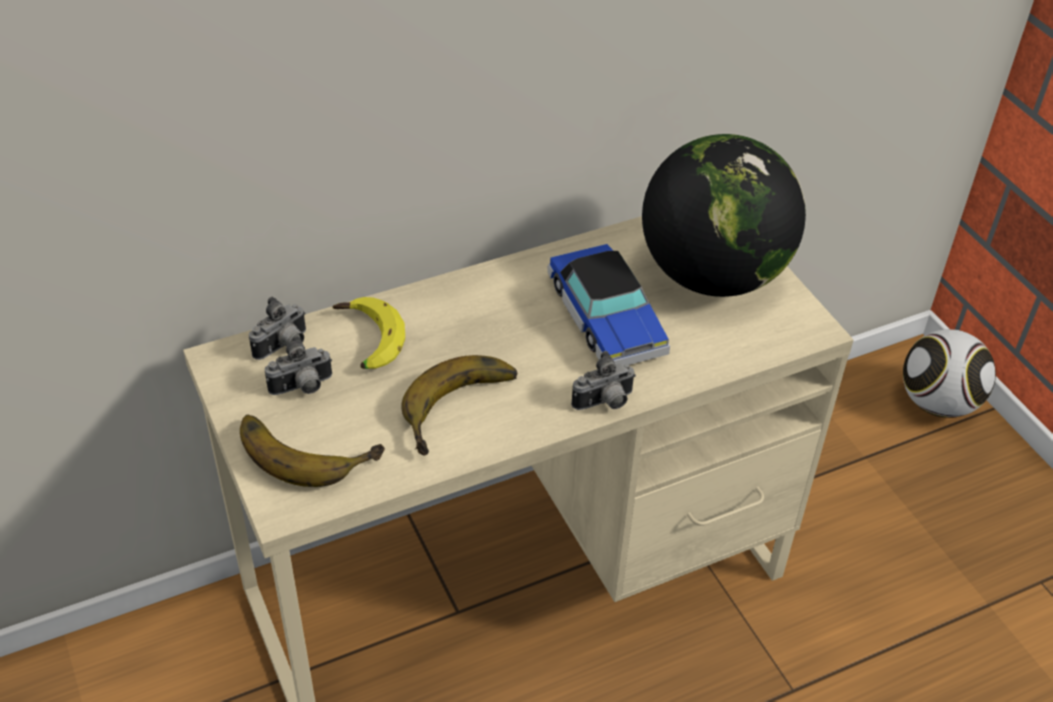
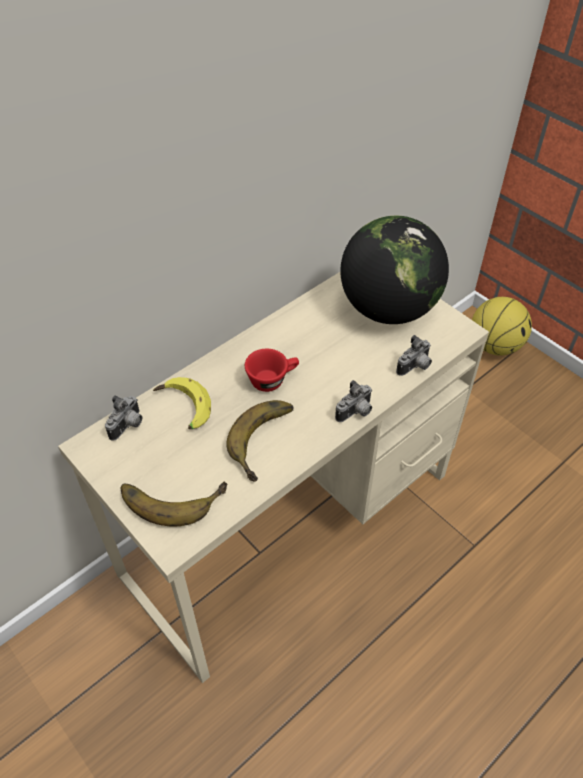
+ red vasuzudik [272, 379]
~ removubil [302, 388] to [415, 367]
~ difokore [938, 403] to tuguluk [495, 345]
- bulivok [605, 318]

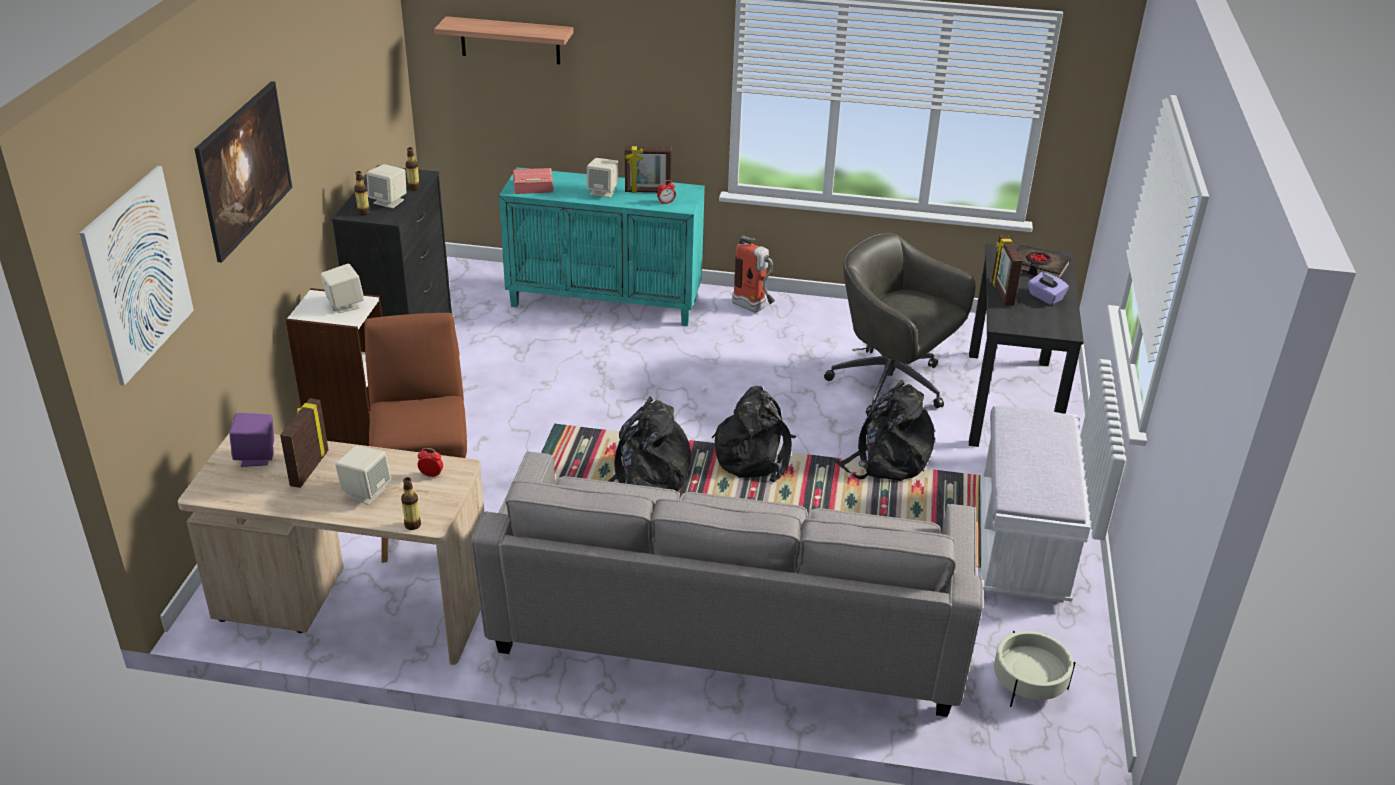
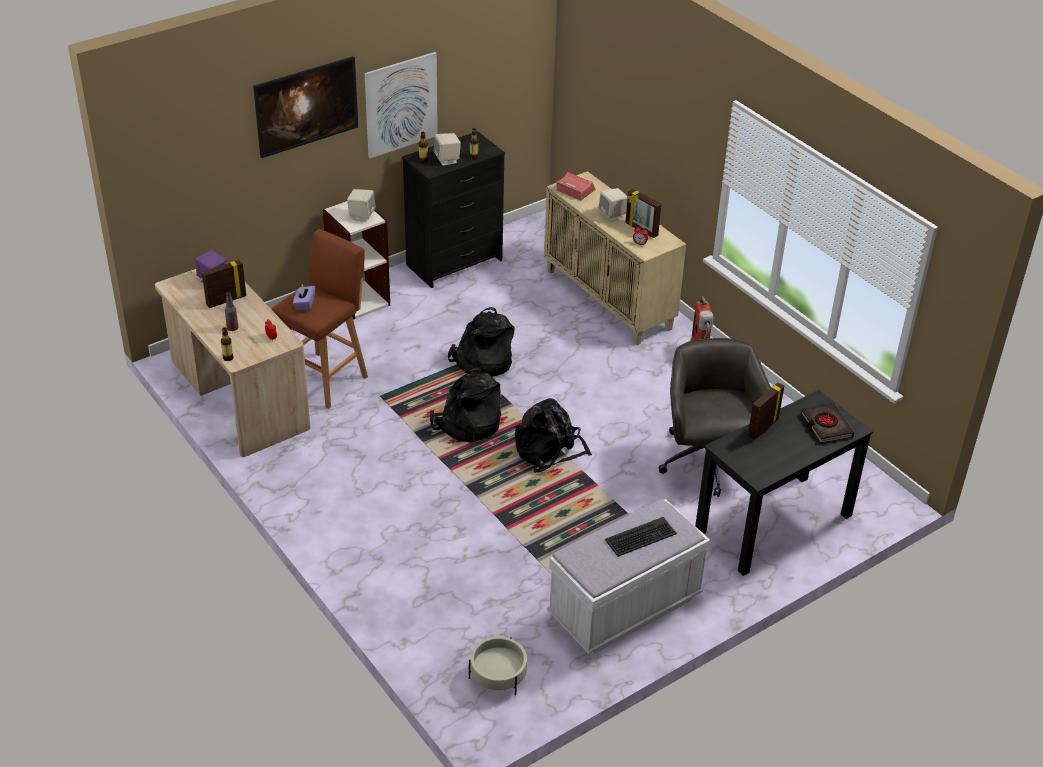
~ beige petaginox [366, 492] to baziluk [232, 328]
~ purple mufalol [1045, 297] to [304, 304]
~ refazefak [138, 274] to [401, 104]
~ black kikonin [886, 460] to [482, 362]
~ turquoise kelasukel [606, 302] to beige kelasukel [609, 300]
+ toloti [641, 537]
- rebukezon [510, 40]
- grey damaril [728, 631]

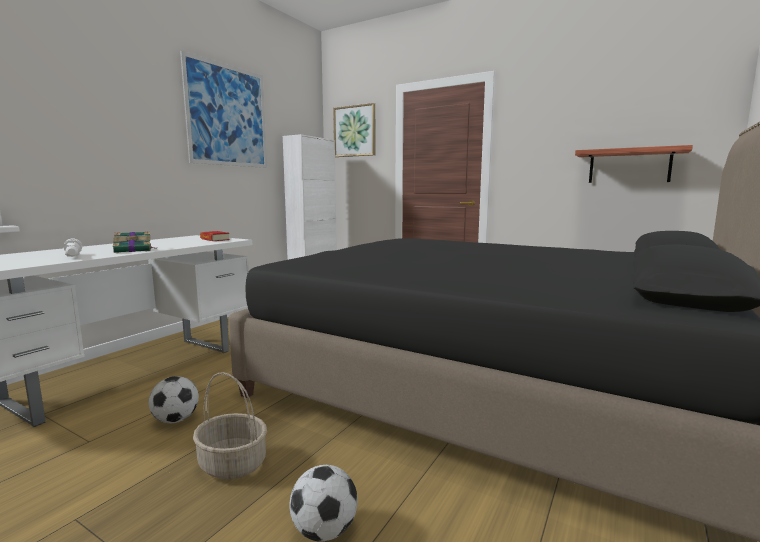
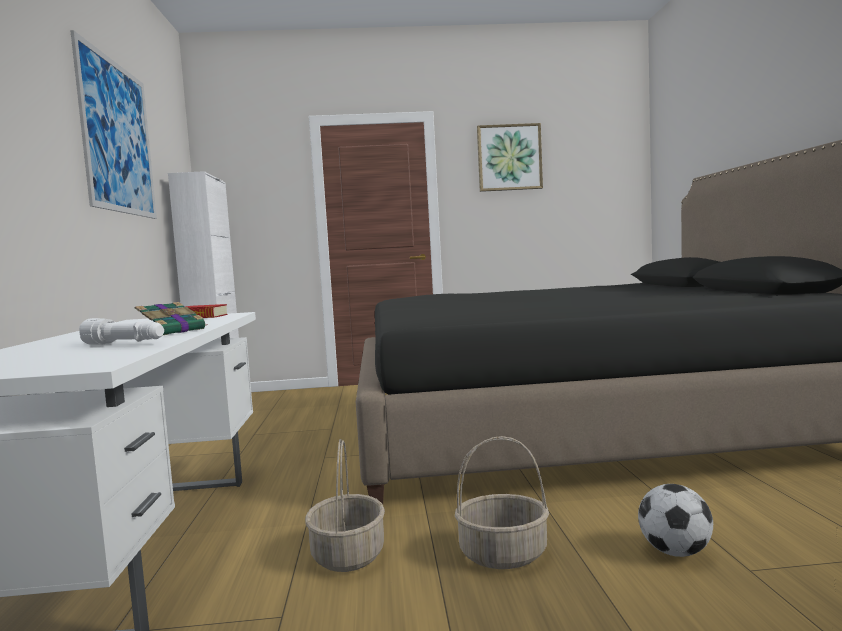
~ difokore [176, 420] to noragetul [347, 555]
~ refazefak [355, 131] to [509, 157]
- rebukezon [629, 166]

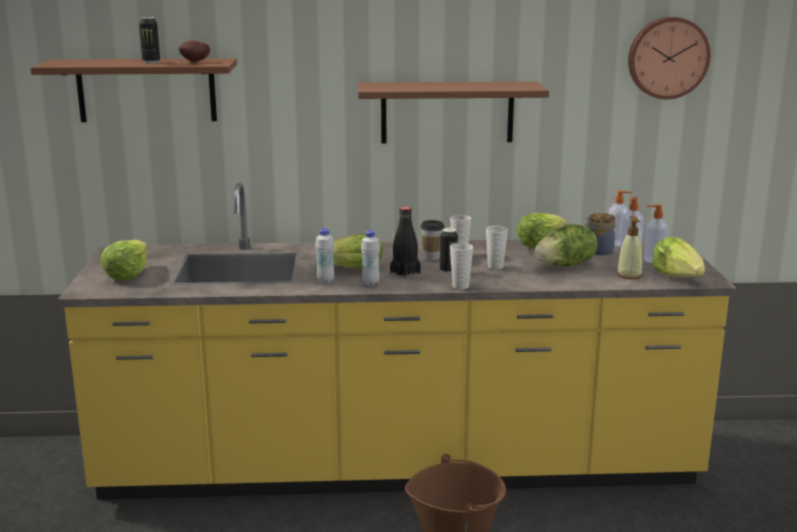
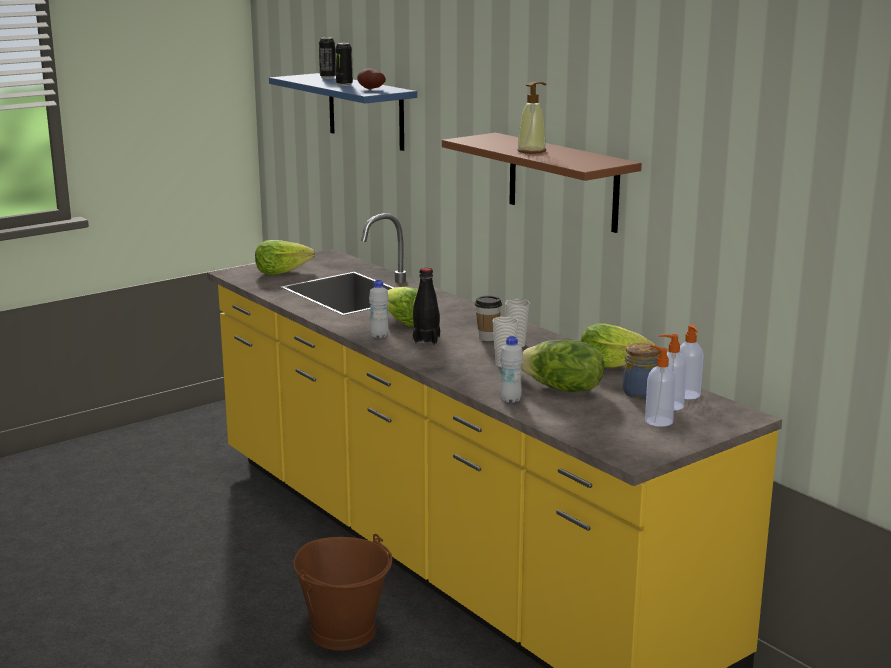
~ brown rebukezon [146, 90] to blue rebukezon [366, 111]
~ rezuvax [448, 271] to [327, 77]
~ white baziluk [325, 281] to [510, 400]
~ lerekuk [629, 275] to [532, 151]
- vasuzudik [460, 286]
- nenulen [667, 57]
- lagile [678, 277]

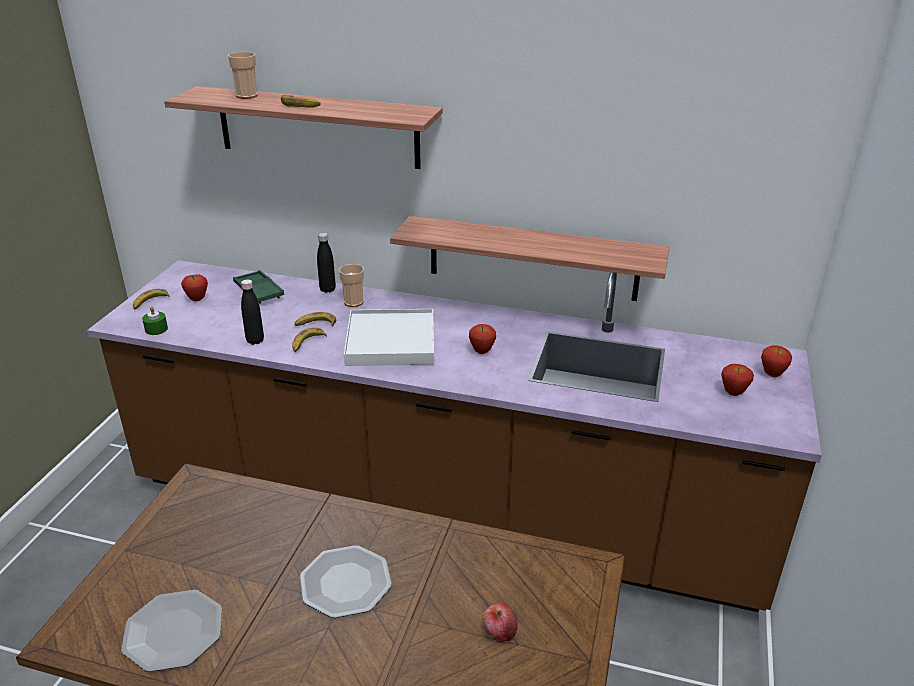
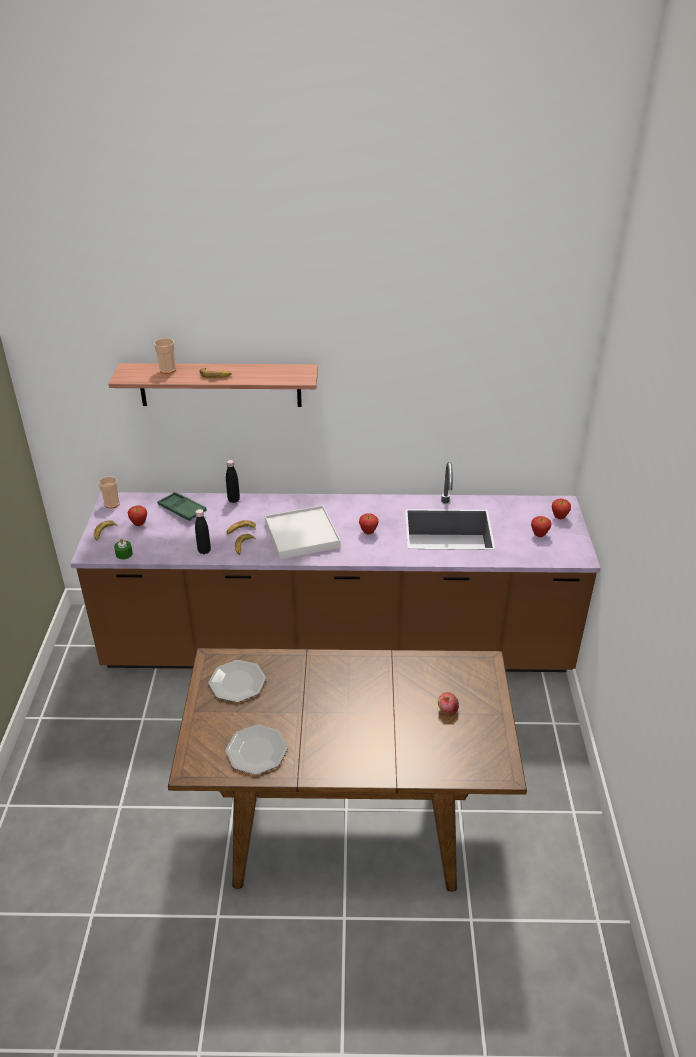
~ vasuzudik [353, 302] to [112, 504]
~ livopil [346, 583] to [237, 682]
- rebukezon [533, 258]

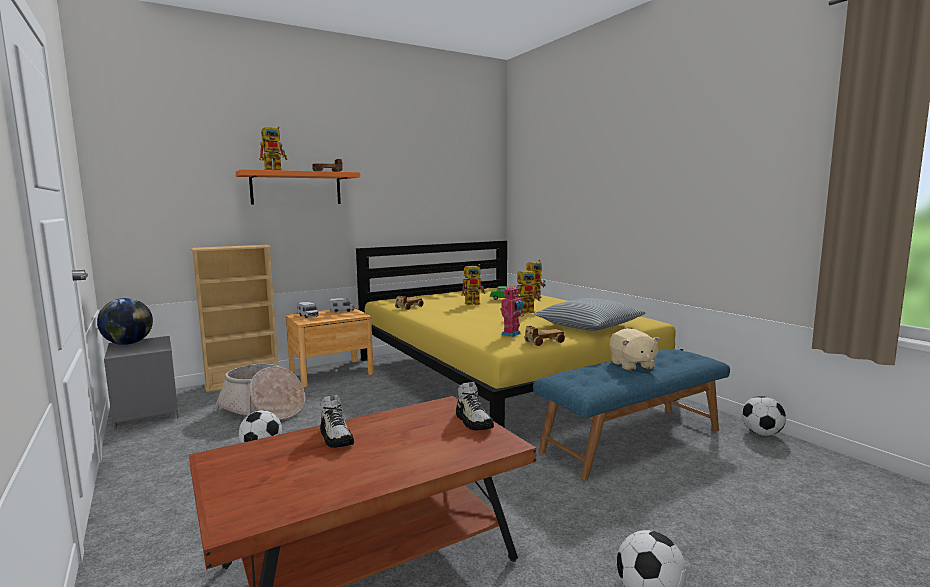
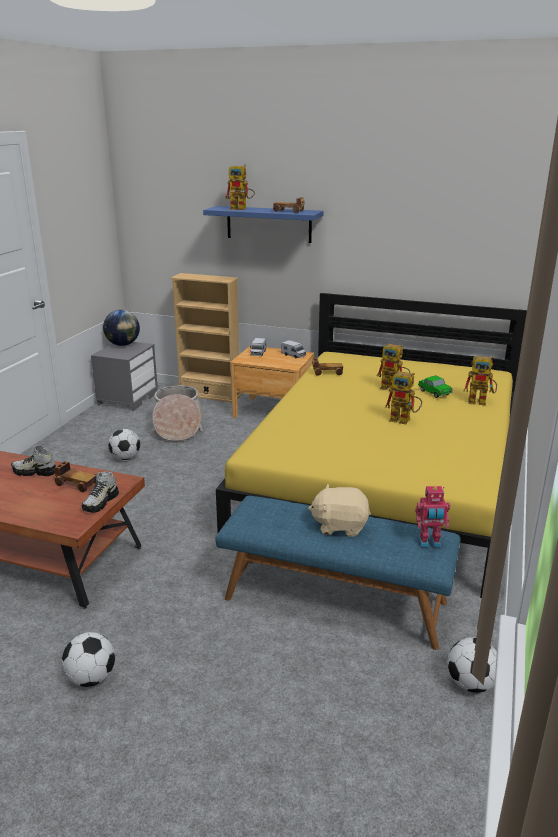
~ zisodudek [336, 438] = [35, 472] 75 degrees clockwise
~ bulivok [543, 342] to [77, 484]
~ orange rebukezon [296, 188] to blue rebukezon [268, 224]
~ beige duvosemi [632, 365] = [340, 526] 60 degrees clockwise
~ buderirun [512, 334] to [429, 543]
- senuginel [588, 326]

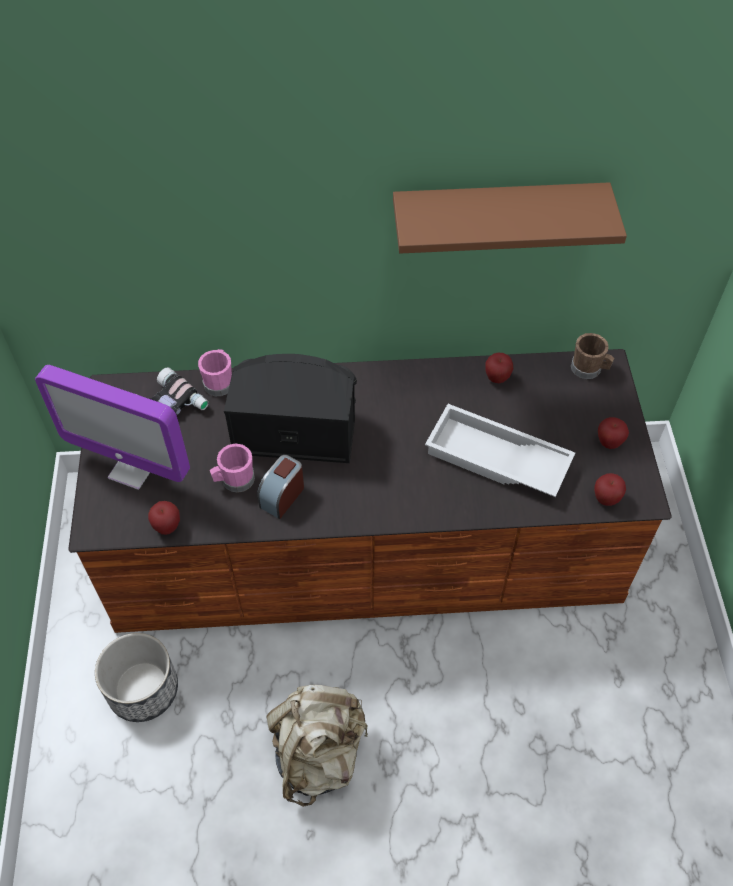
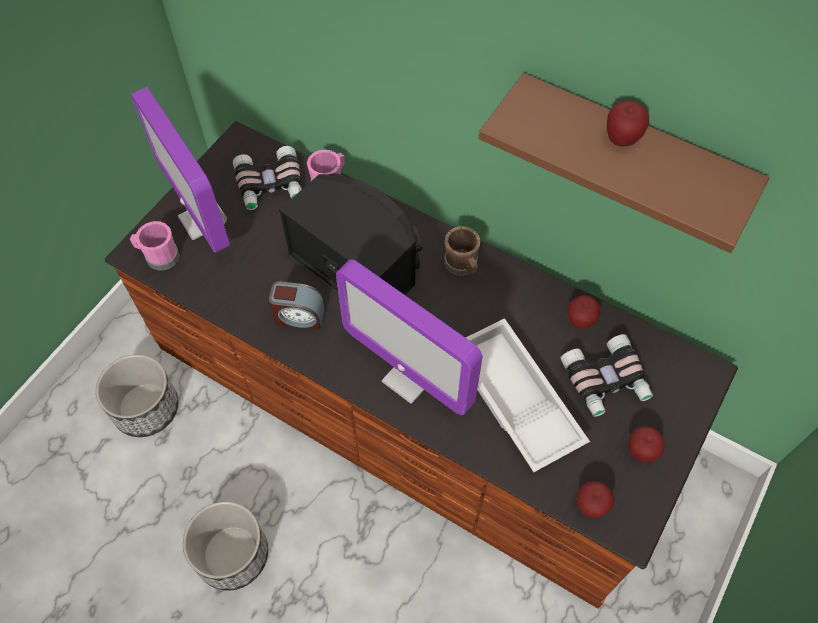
~ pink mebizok [234, 480] to [159, 256]
~ beige kikonin [318, 754] to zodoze [232, 554]
~ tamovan [282, 496] = [299, 316] 150 degrees counterclockwise
+ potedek [410, 377]
~ brown mebizok [589, 369] to [462, 265]
+ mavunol [606, 382]
~ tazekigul [167, 527] to [621, 140]

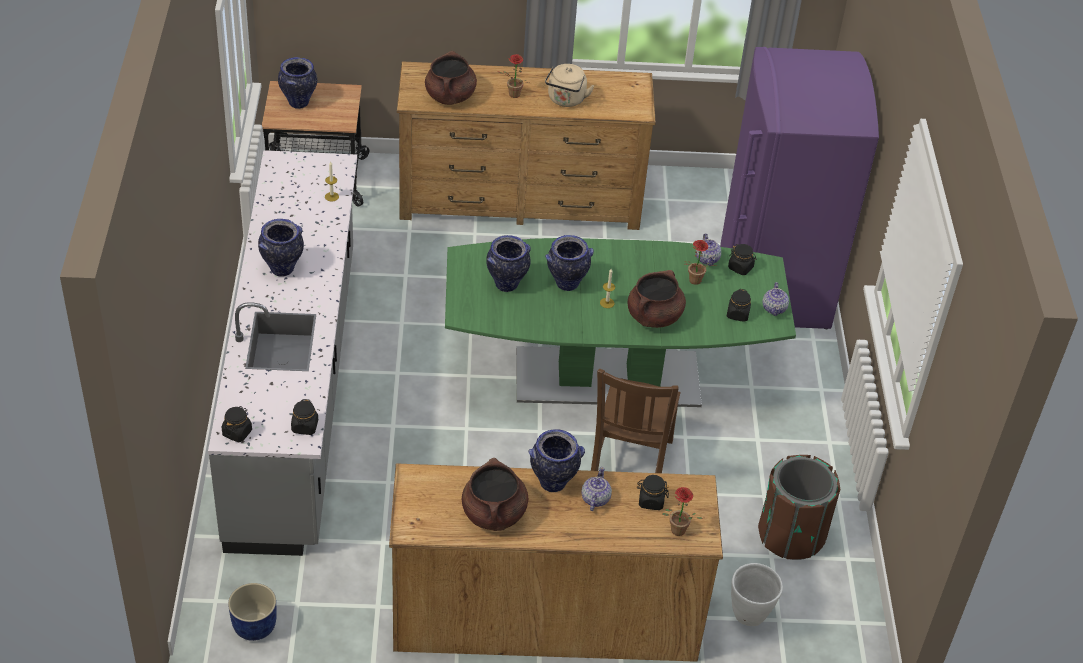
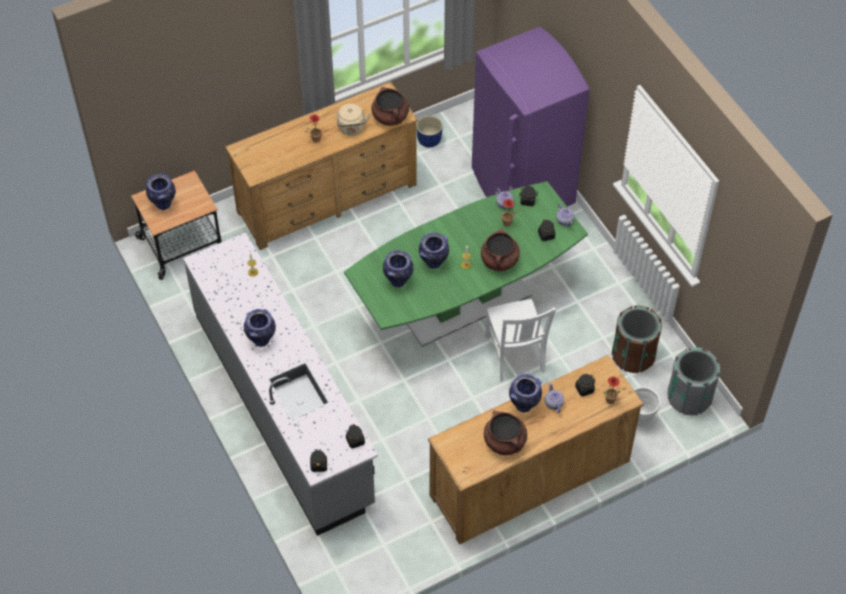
~ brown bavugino [450, 96] to [390, 117]
~ blue zodoze [254, 626] to [428, 140]
~ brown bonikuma [630, 465] to white bonikuma [515, 356]
+ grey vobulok [689, 397]

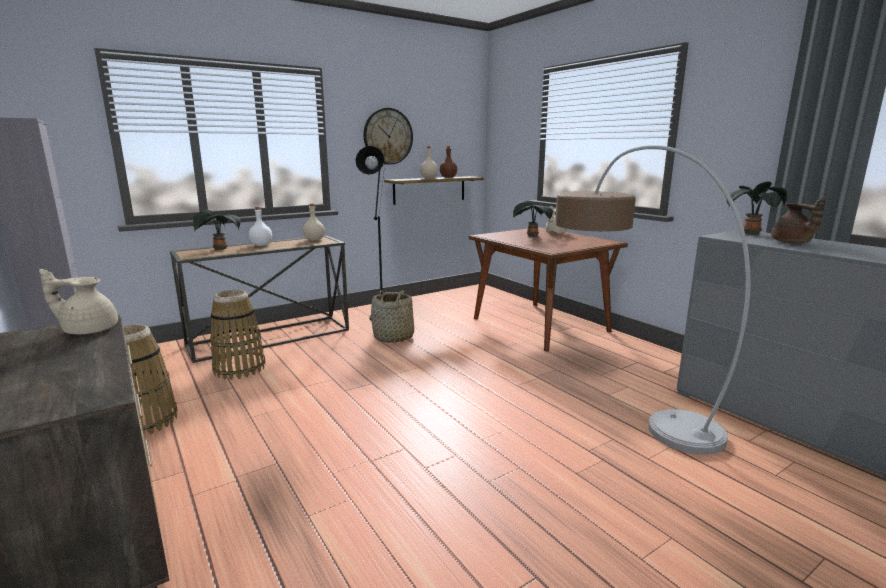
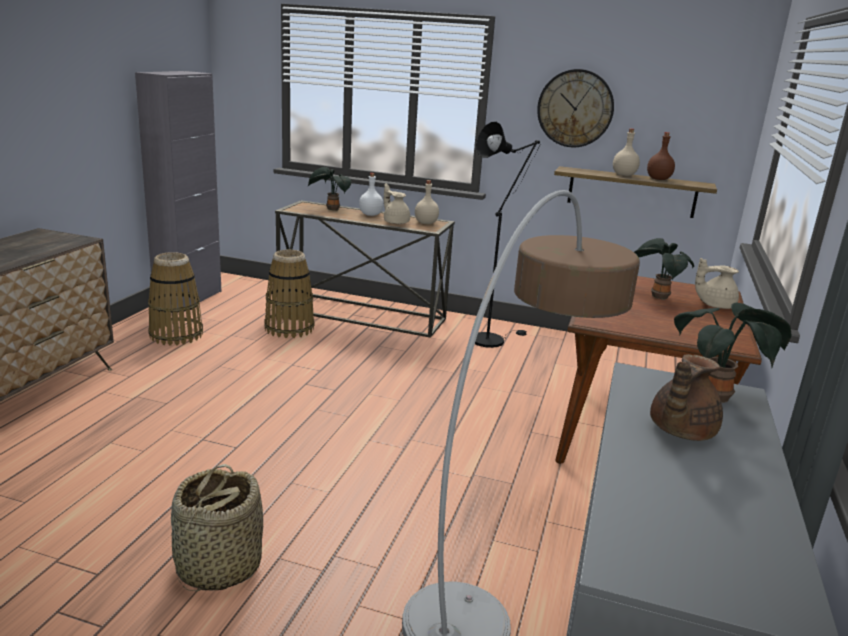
~ noragetul [393, 337] to [218, 566]
~ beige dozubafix [89, 330] to [395, 222]

